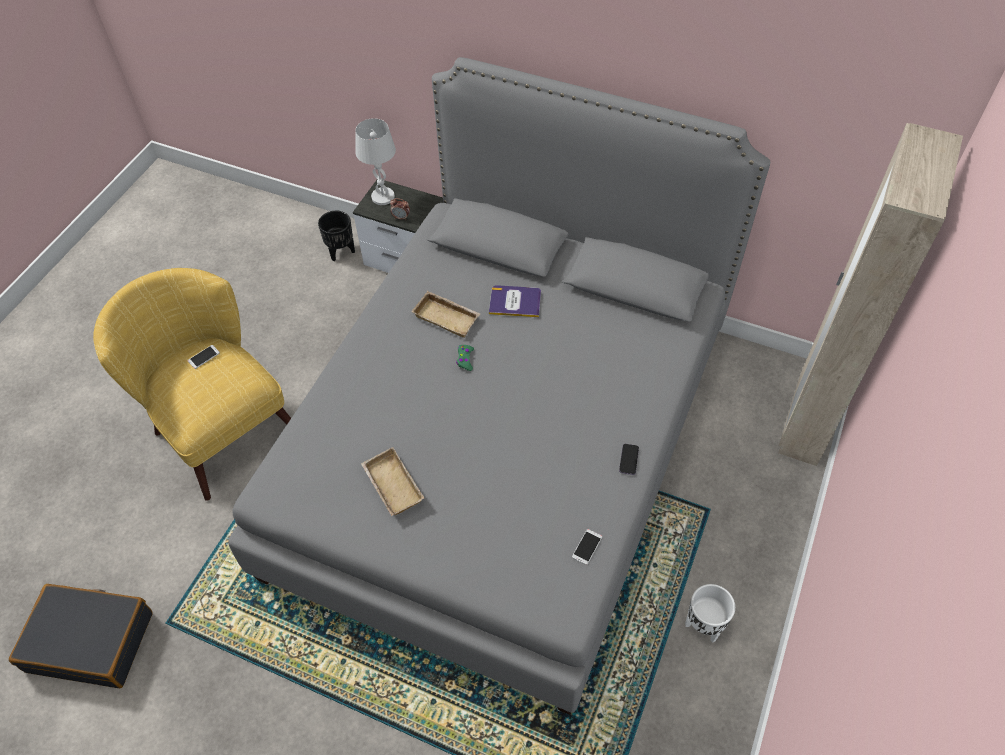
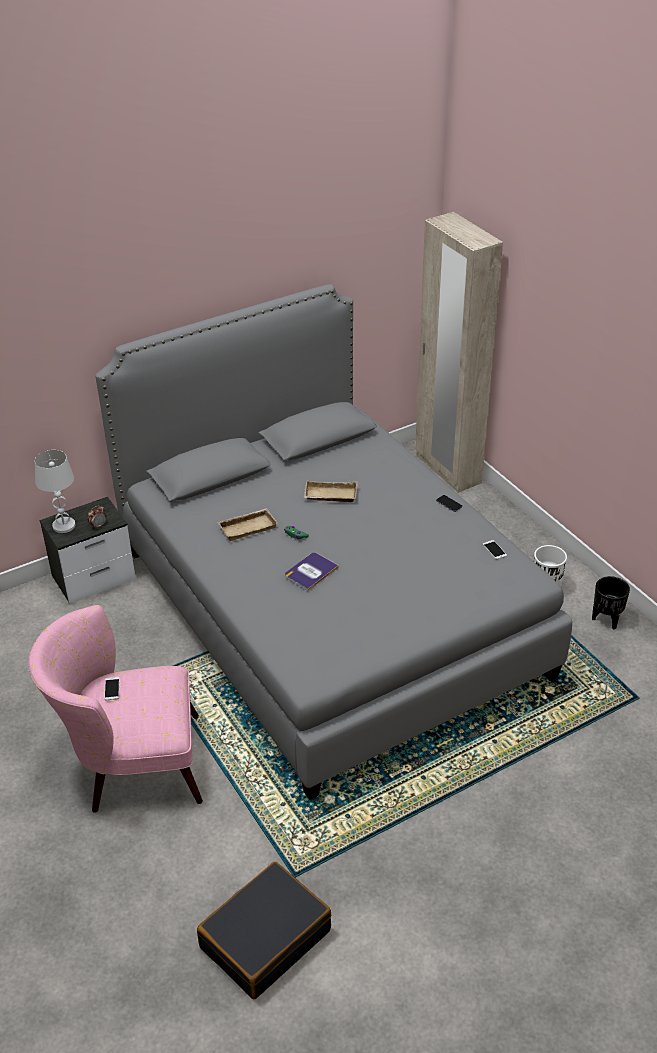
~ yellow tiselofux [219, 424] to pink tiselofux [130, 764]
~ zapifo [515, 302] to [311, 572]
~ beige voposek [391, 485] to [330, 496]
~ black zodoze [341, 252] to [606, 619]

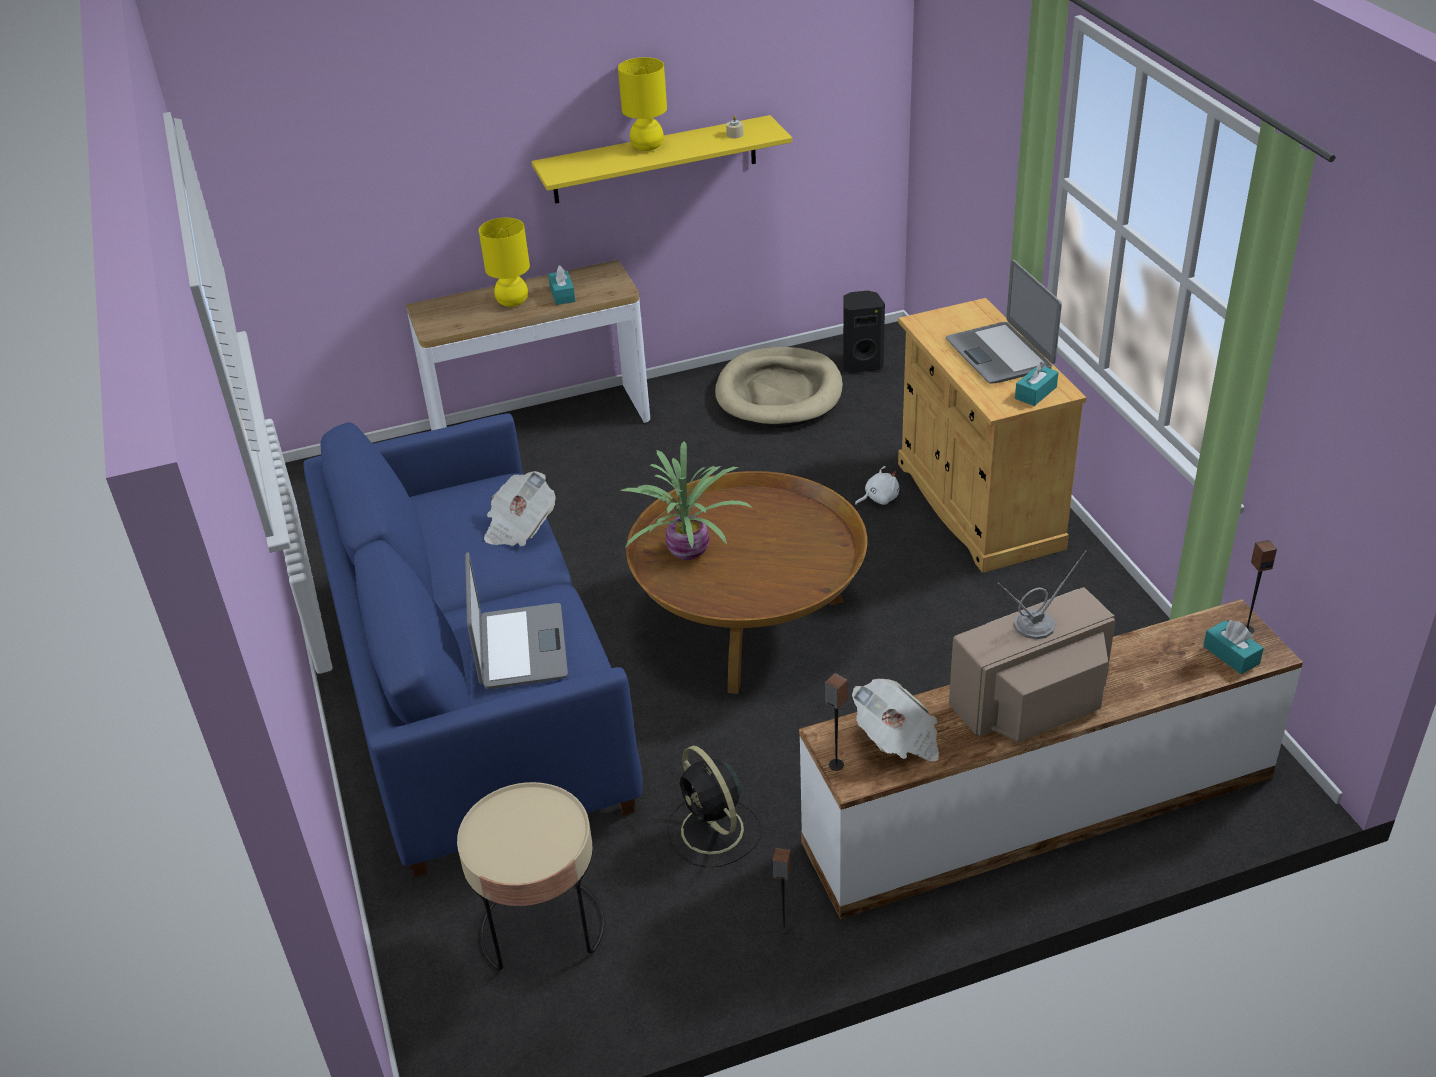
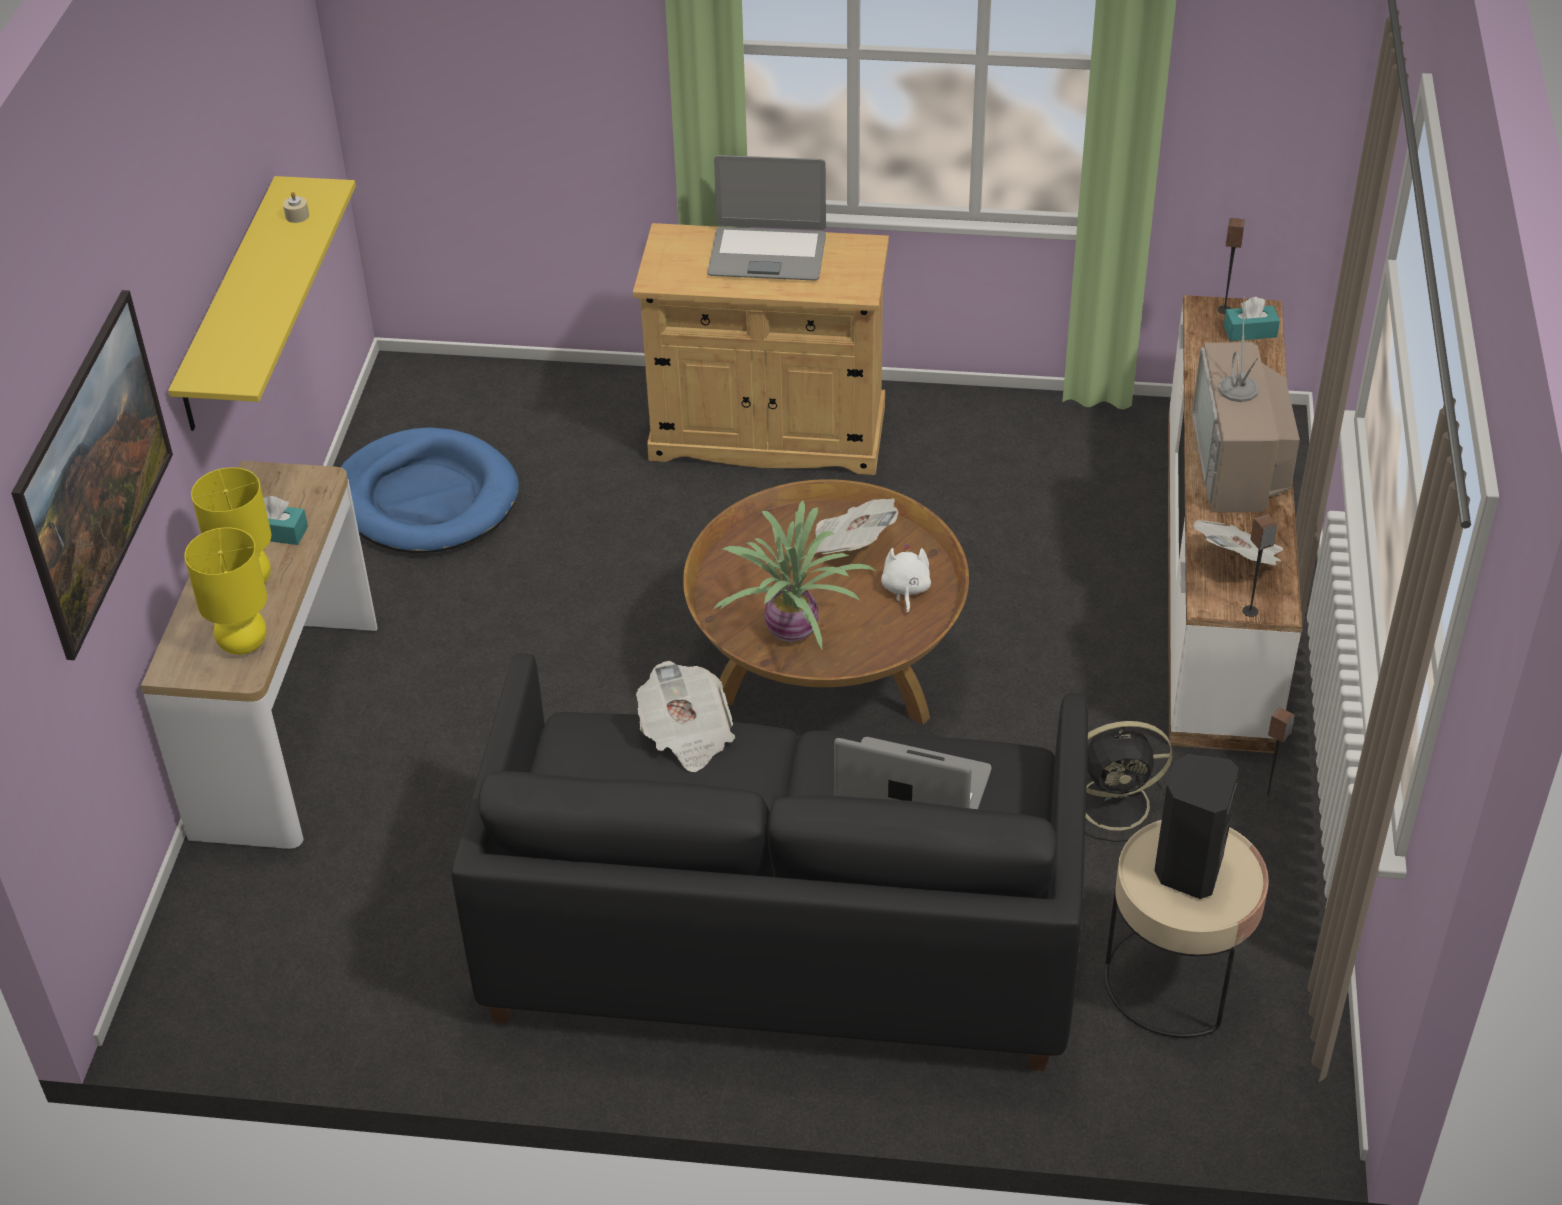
+ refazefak [106, 512]
~ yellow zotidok [647, 147] to [244, 643]
~ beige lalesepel [779, 393] to blue lalesepel [426, 498]
~ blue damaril [478, 697] to black damaril [784, 937]
+ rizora [852, 543]
~ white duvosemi [879, 498] to [905, 590]
~ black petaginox [861, 364] to [1187, 869]
- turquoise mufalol [1035, 393]

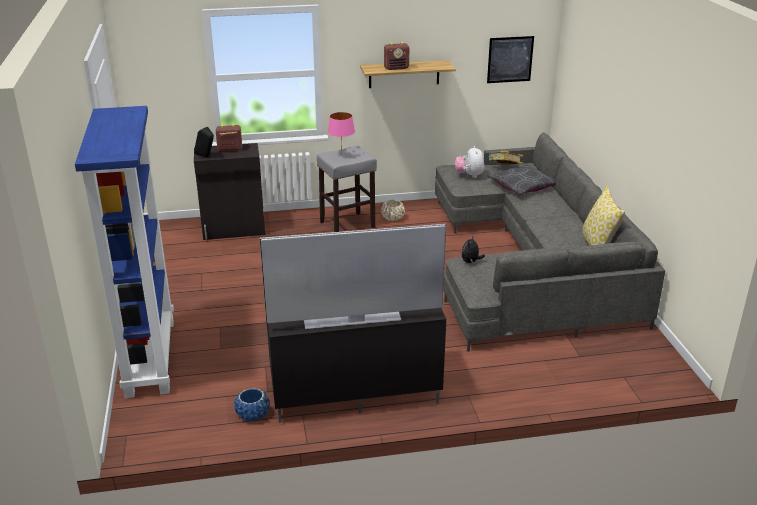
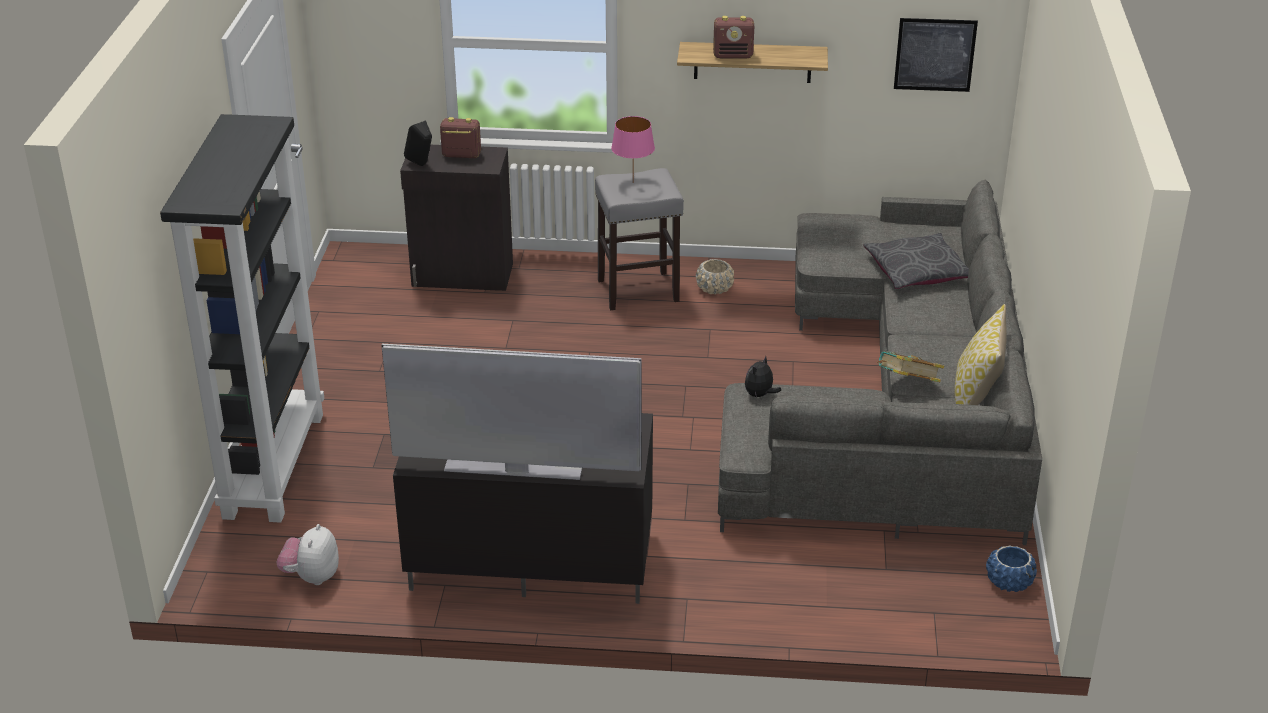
~ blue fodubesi [149, 357] to black fodubesi [273, 464]
~ duvosemi [469, 175] to [311, 577]
~ zapifo [504, 168] to [907, 384]
~ blue zodoze [253, 414] to [1009, 582]

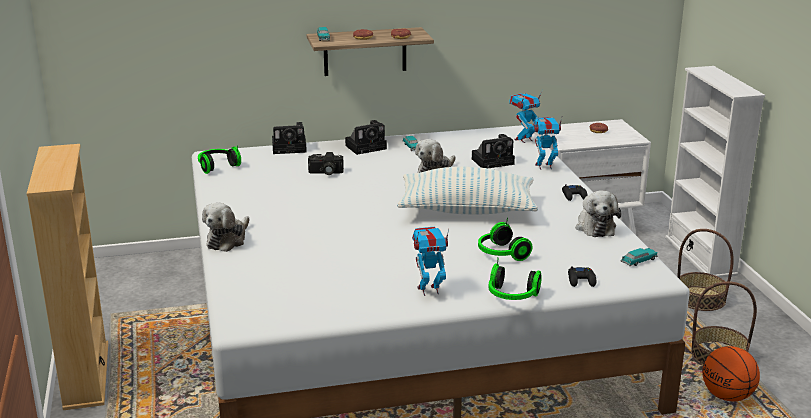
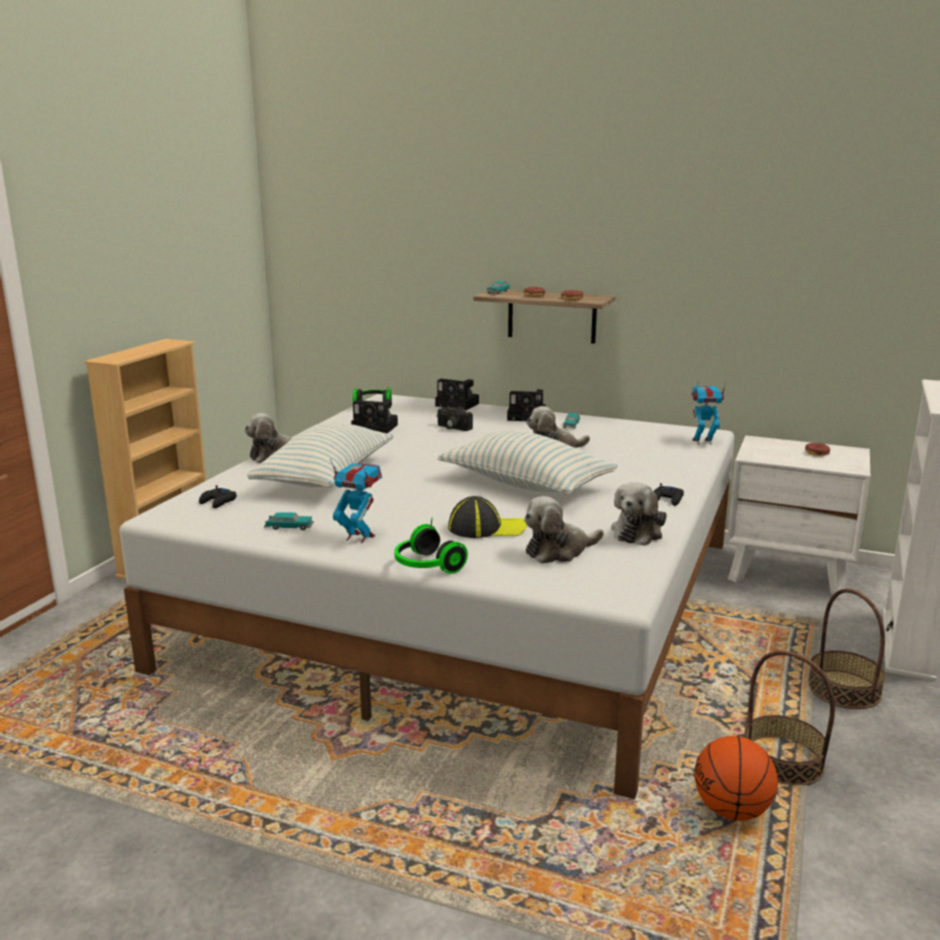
~ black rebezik [581, 280] to [218, 502]
+ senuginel [326, 477]
~ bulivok [639, 261] to [289, 527]
~ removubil [494, 161] to [377, 427]
~ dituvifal [500, 254] to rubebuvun [487, 528]
+ duvosemi [559, 551]
- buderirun [544, 166]

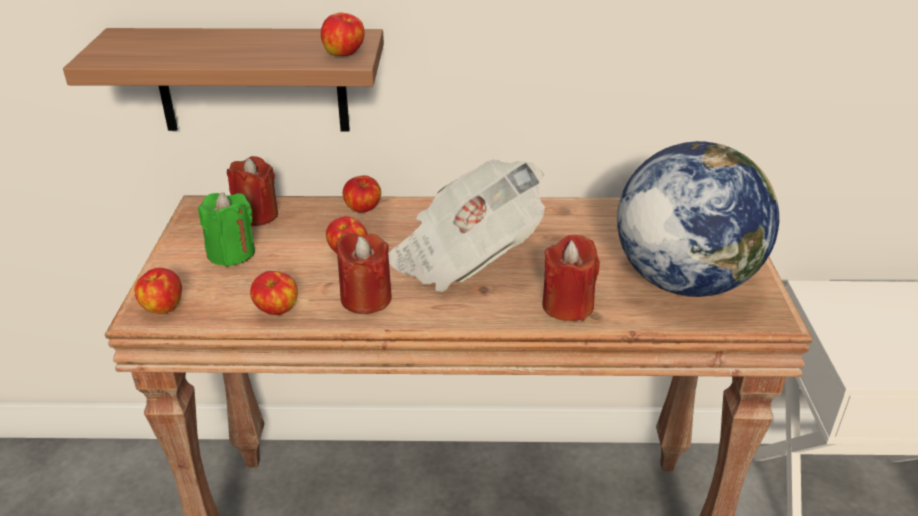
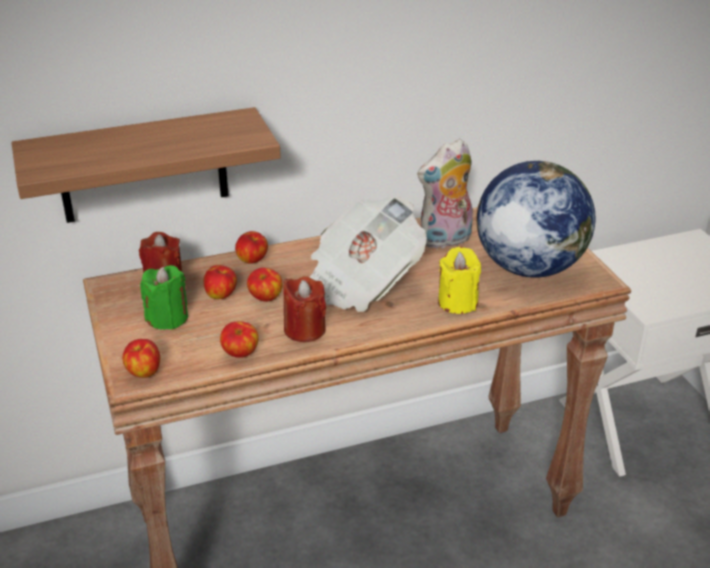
~ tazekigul [344, 54] to [221, 295]
+ duvosemi [445, 240]
~ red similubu [567, 305] to yellow similubu [457, 302]

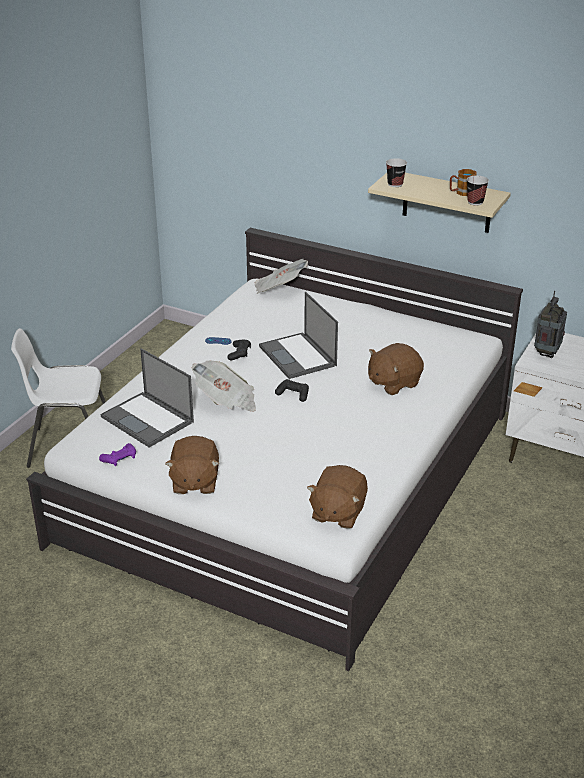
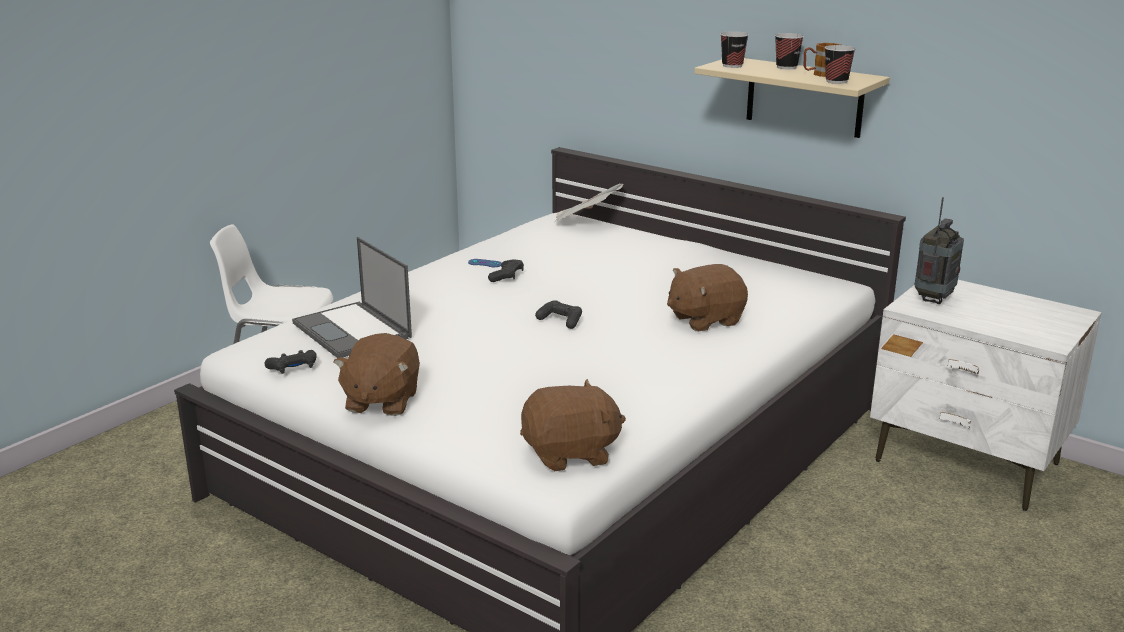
~ purple rebezik [120, 459] to black rebezik [293, 368]
~ brown duvosemi [337, 513] = [570, 454] 135 degrees counterclockwise
+ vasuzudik [786, 67]
- rizora [226, 401]
- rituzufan [298, 356]

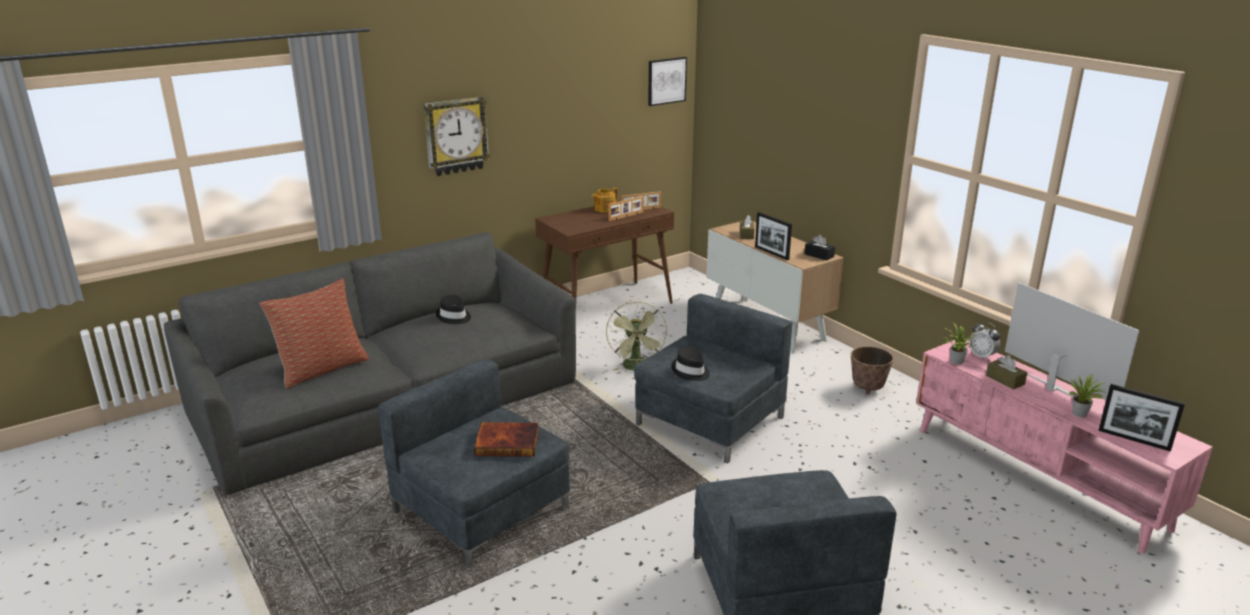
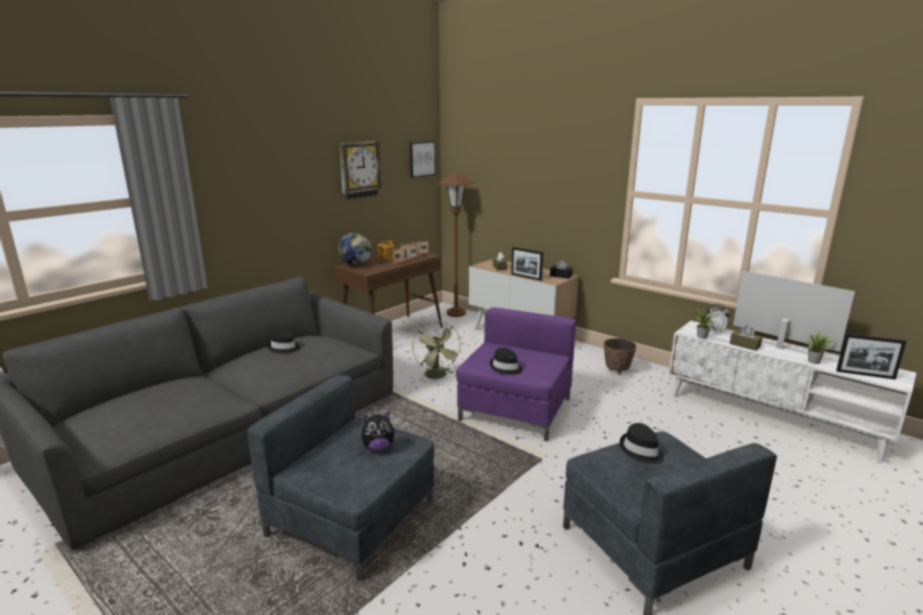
+ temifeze [356, 264]
~ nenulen [456, 136] to [359, 169]
~ zapifo [508, 442] to duvosemi [378, 448]
+ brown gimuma [456, 313]
~ grey tiselofux [708, 421] to purple tiselofux [514, 410]
+ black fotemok [641, 451]
~ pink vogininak [1037, 477] to white vogininak [773, 417]
- senuginel [321, 369]

